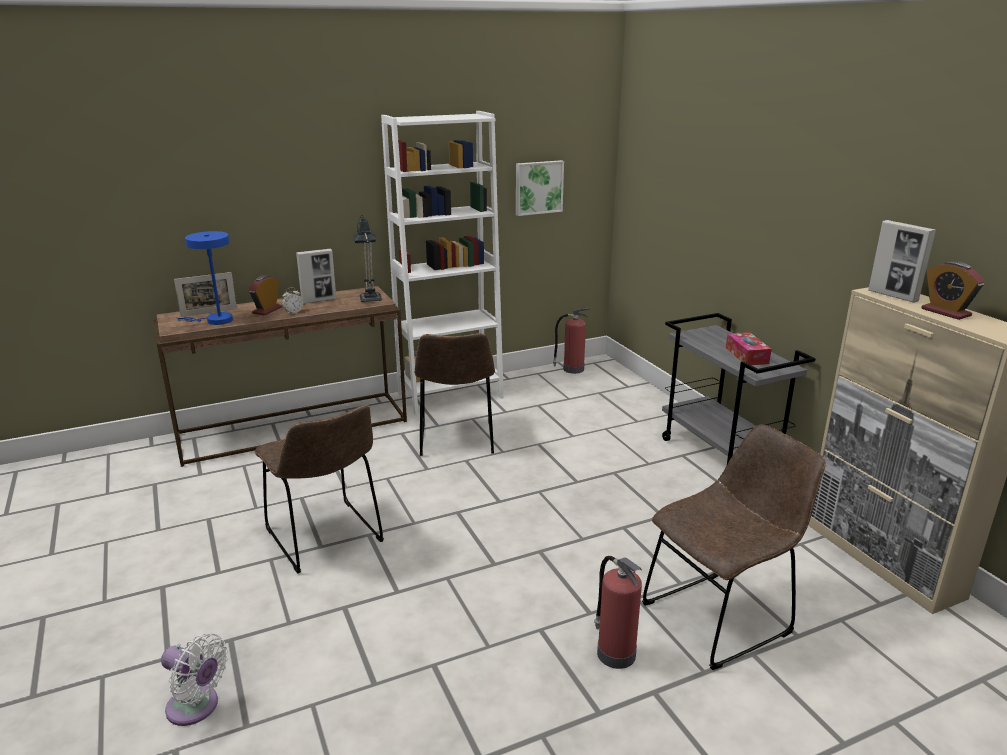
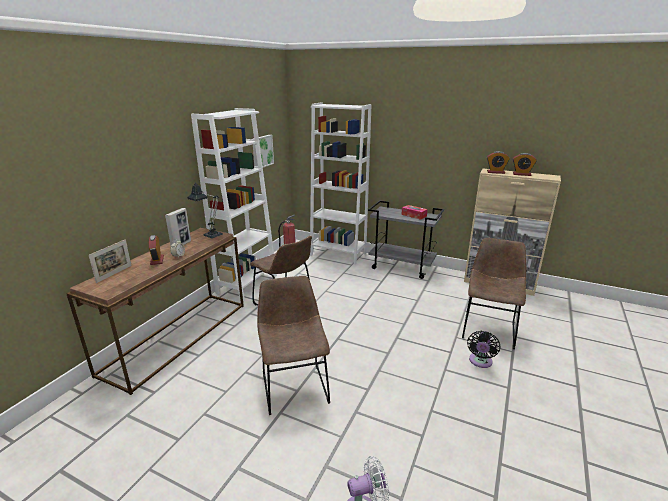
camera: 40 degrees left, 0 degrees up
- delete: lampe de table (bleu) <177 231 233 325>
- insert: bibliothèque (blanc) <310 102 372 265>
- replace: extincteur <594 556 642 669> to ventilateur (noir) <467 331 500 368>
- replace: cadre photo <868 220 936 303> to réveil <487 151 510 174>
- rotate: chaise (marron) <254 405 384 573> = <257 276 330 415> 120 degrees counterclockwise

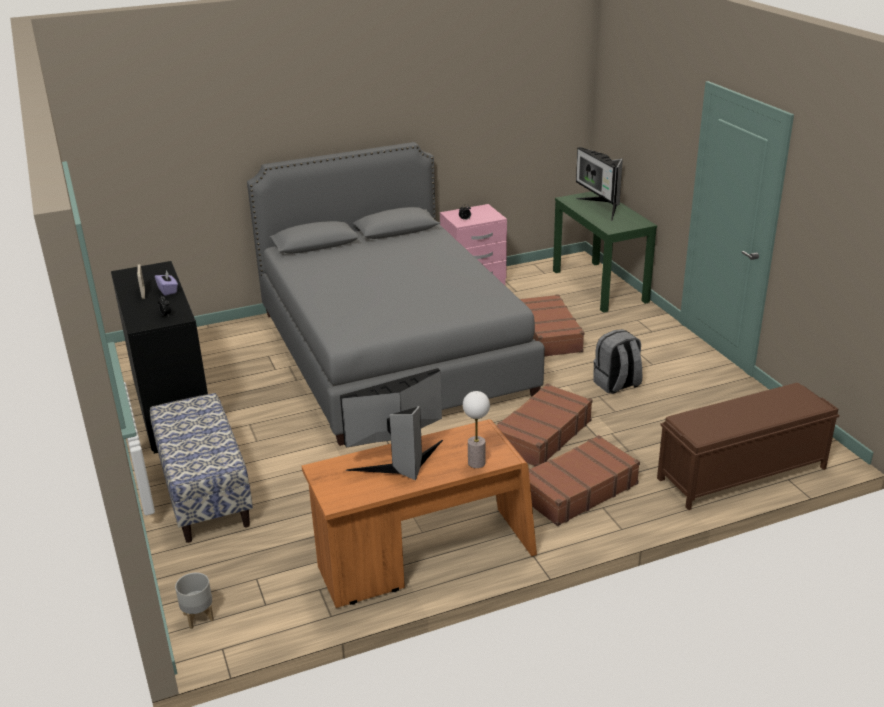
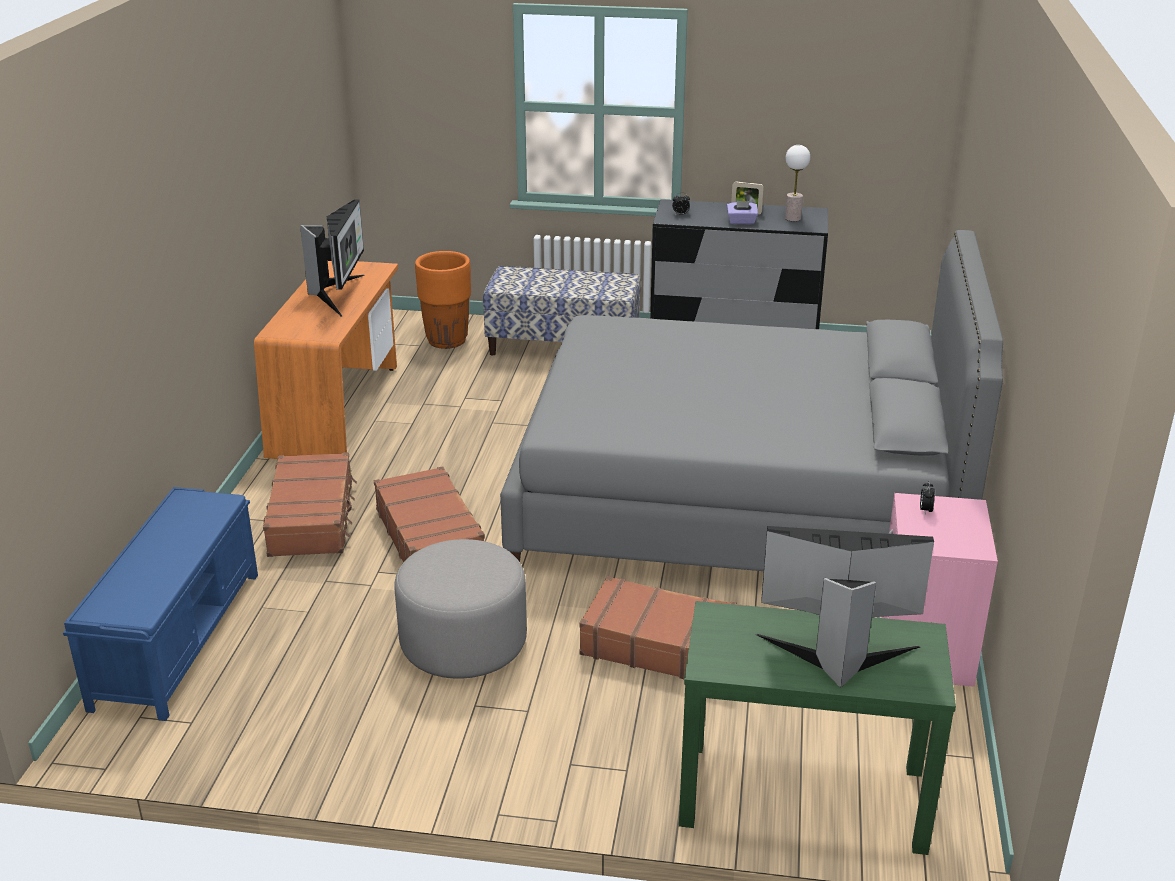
camera: 120 degrees right, 0 degrees up
- delete: cache-pot (gris) <175 572 214 629>
- insert: cache-pot (orange) <415 251 471 349>
- move: lampe de table <463 391 490 468> to <785 145 810 221>
- replace: sac à dos (gris) <593 329 642 394> to pouf (gris) <394 539 527 679>
- recolor: banc (marron) <657 383 839 510> to banc (bleu) <63 487 258 721>

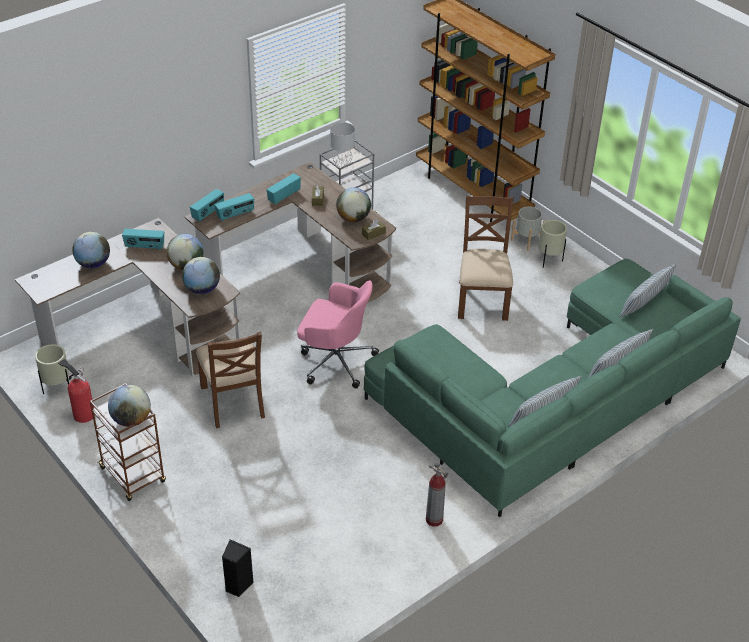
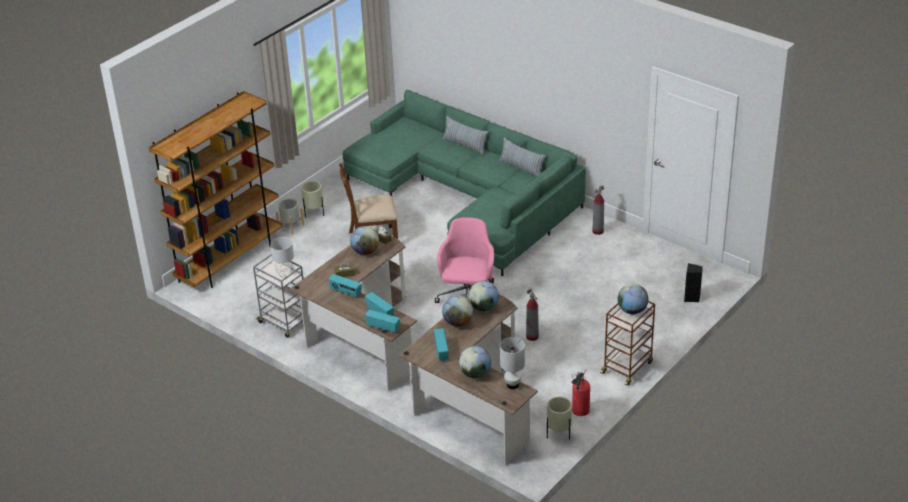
camera: 100 degrees left, 5 degrees down
- delete: coussin <620 264 676 317>
- insert: lampe de table (blanc) <500 337 525 389>
- replace: chaise (marron) <196 332 265 428> to extincteur <526 288 539 341>

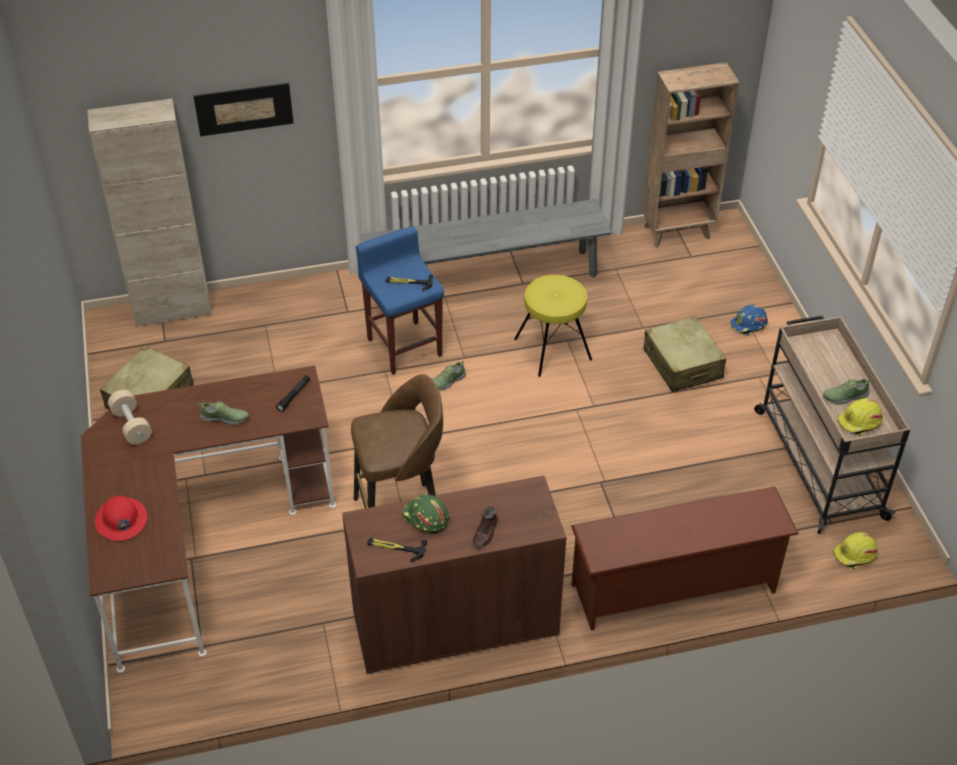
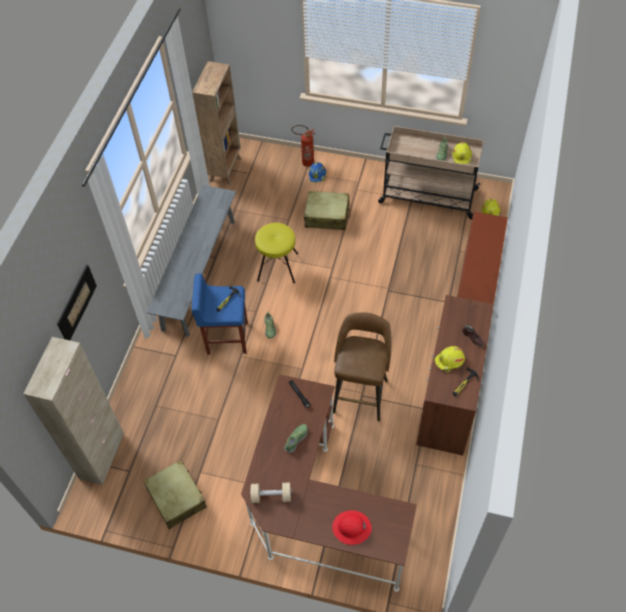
camera: 60 degrees left, 10 degrees up
- insert: extincteur <291 125 315 167>
- recolor: casque de chantier (vert) <402 494 449 533> to casque de chantier (jaune) <435 346 465 372>

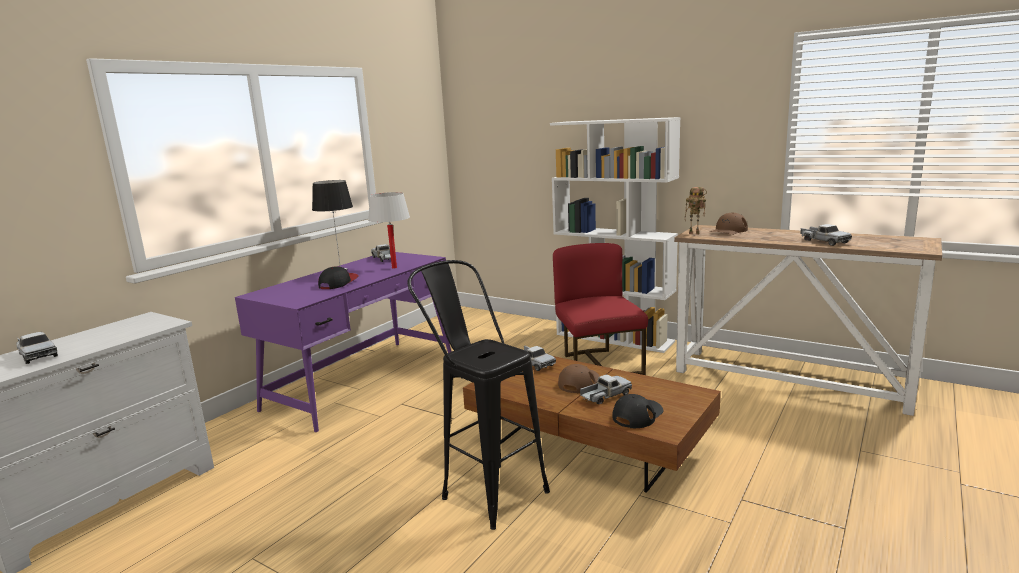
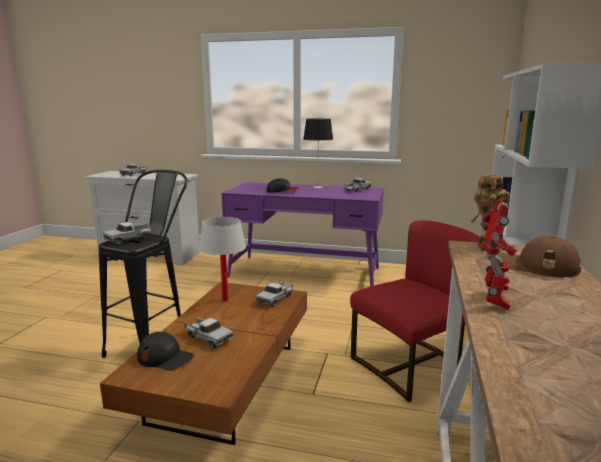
camera: 70 degrees right, 0 degrees up
- delete: casquette (marron) <558 364 600 393>
- insert: robot jouet <480 200 517 310>
- move: lampe de table (blanc) <368 192 410 269> to <199 217 246 301>
- move: camion jouet <800 224 852 246> to <103 222 154 245>

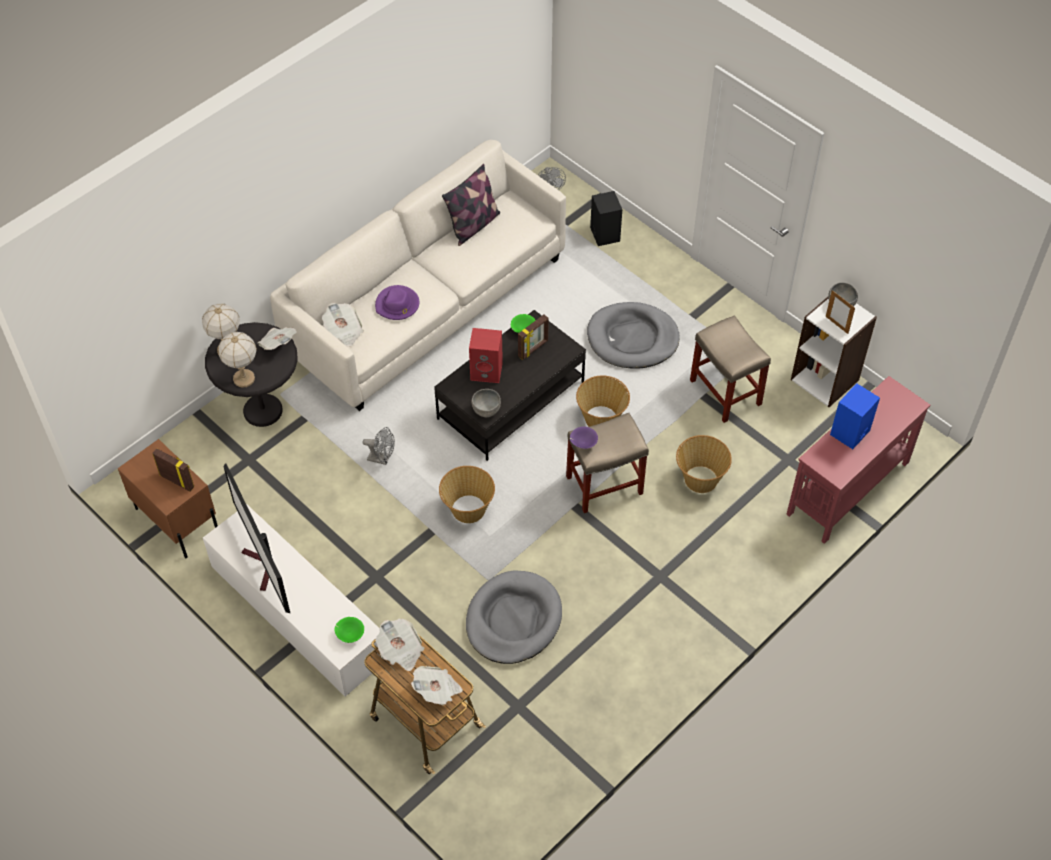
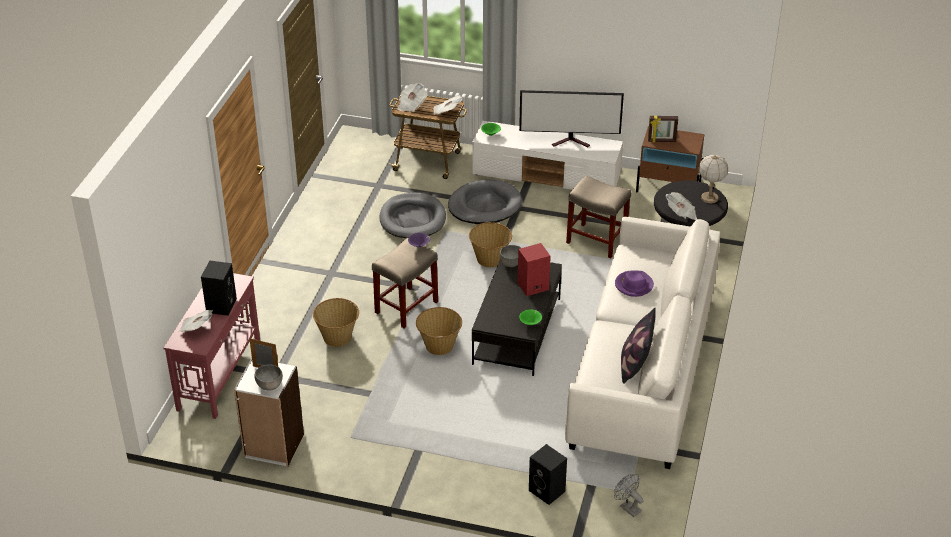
camera: 150 degrees right, 15 degrees down
- delete: lampe de table <219 332 257 388>
- delete: ventilateur (gris) <362 427 395 465>
- delete: cadre photo <518 315 549 360>
- move: journal <322 303 364 347> to <179 310 213 332>
- move: panier pour chien (gris) <587 302 680 369> to <448 180 522 224>
- move: tabouret (beige) <690 316 771 423> to <566 176 631 258>
- recolor: enceinte (bleu) <830 383 880 449> to enceinte (noir) <201 260 237 316>
- rotate: téléviseur <223 463 290 613> = <519 90 624 147> 150 degrees clockwise

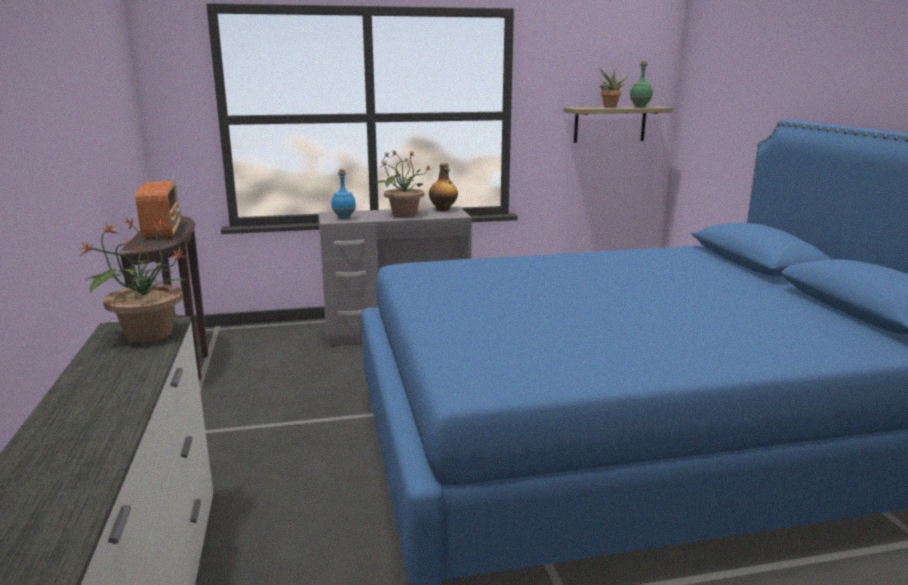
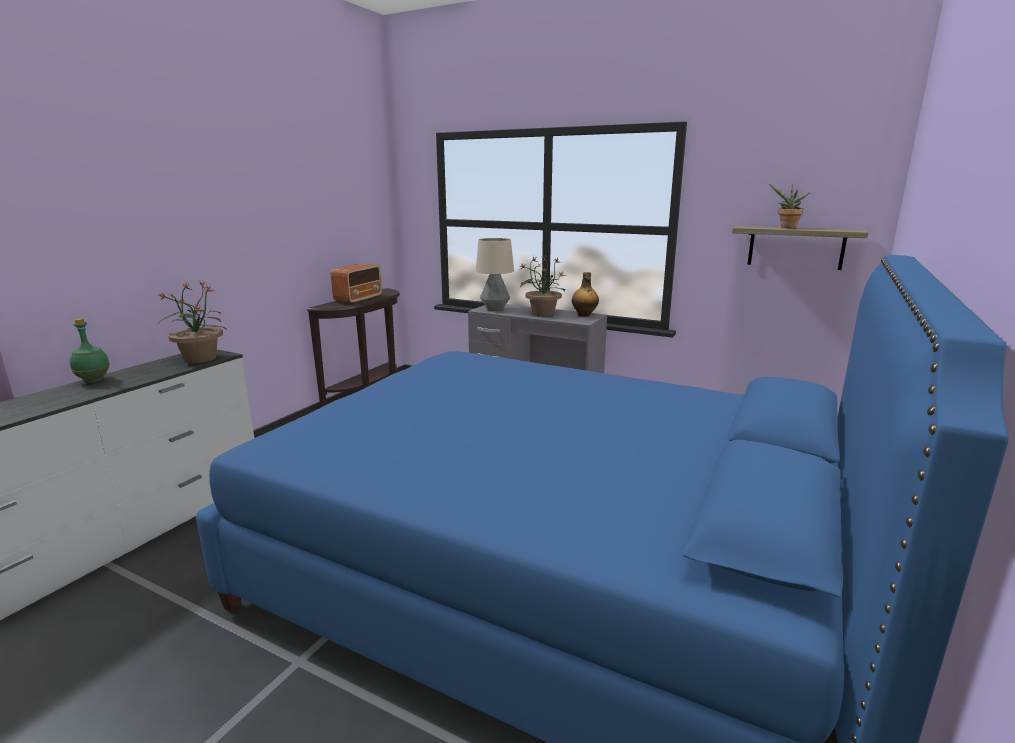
camera: 40 degrees right, 0 degrees up
- move: bouteille (vert) <630 61 653 108> to <70 319 110 383>
- replace: bouteille (bleu) <331 169 356 219> to lampe de table <476 238 514 311>

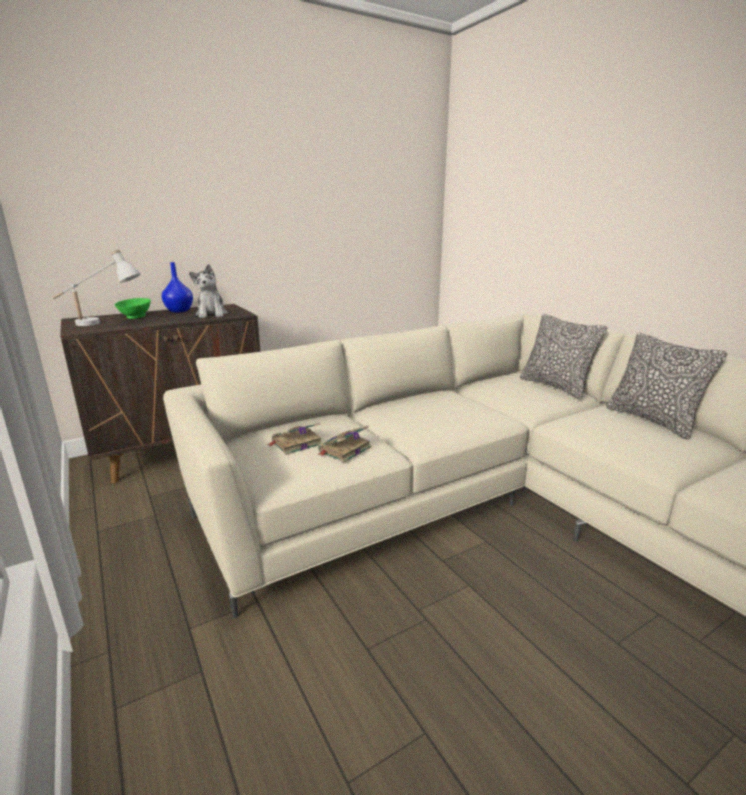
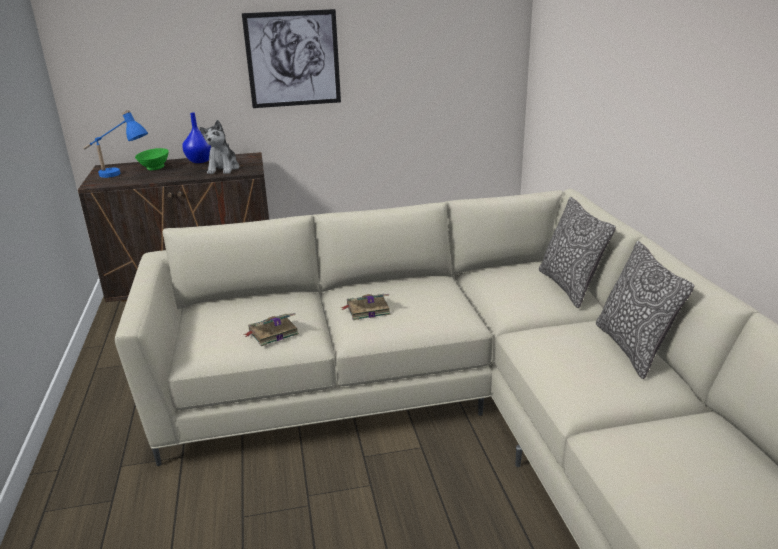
camera: 20 degrees right, 5 degrees up
- insert: tableau <242 9 341 108>
- move: livre <267 423 322 455> to <341 294 391 320>
- recolor: lampe de table (blanc) <52 250 141 326> to lampe de table (bleu) <83 110 148 178>

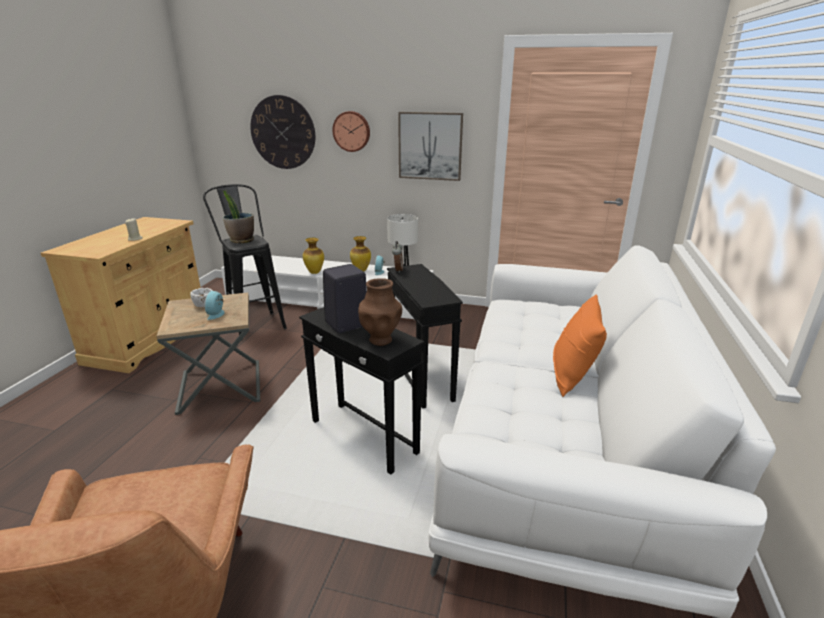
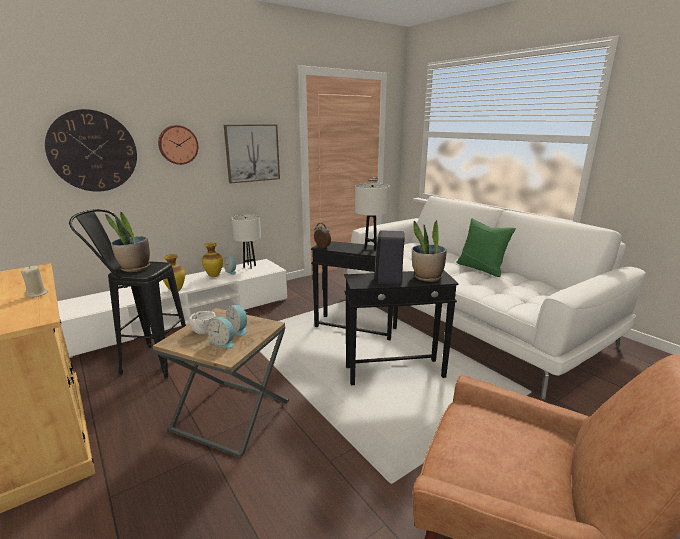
camera: 50 degrees left, 5 degrees down
- insert: réveil <207 317 234 349>
- insert: lampe de table (blanc) <355 183 390 250>
- replace: vase (marron) <358 278 402 346> to plante en pot <412 220 447 282>
- recolor: coussin (orange) <553 294 607 397> to coussin (vert) <456 219 516 277>

